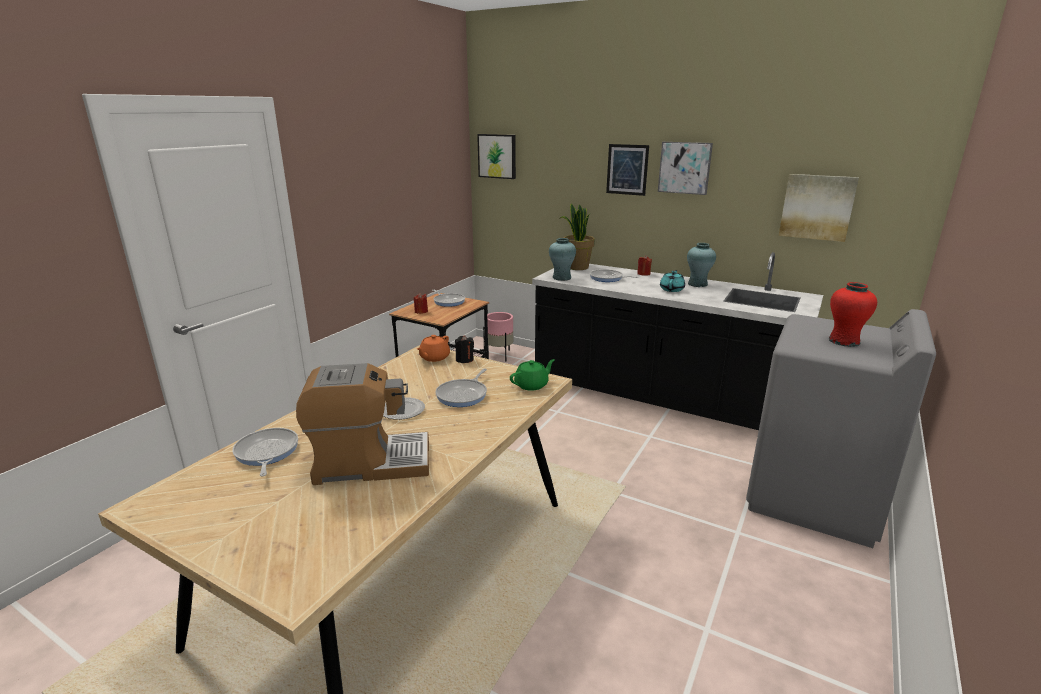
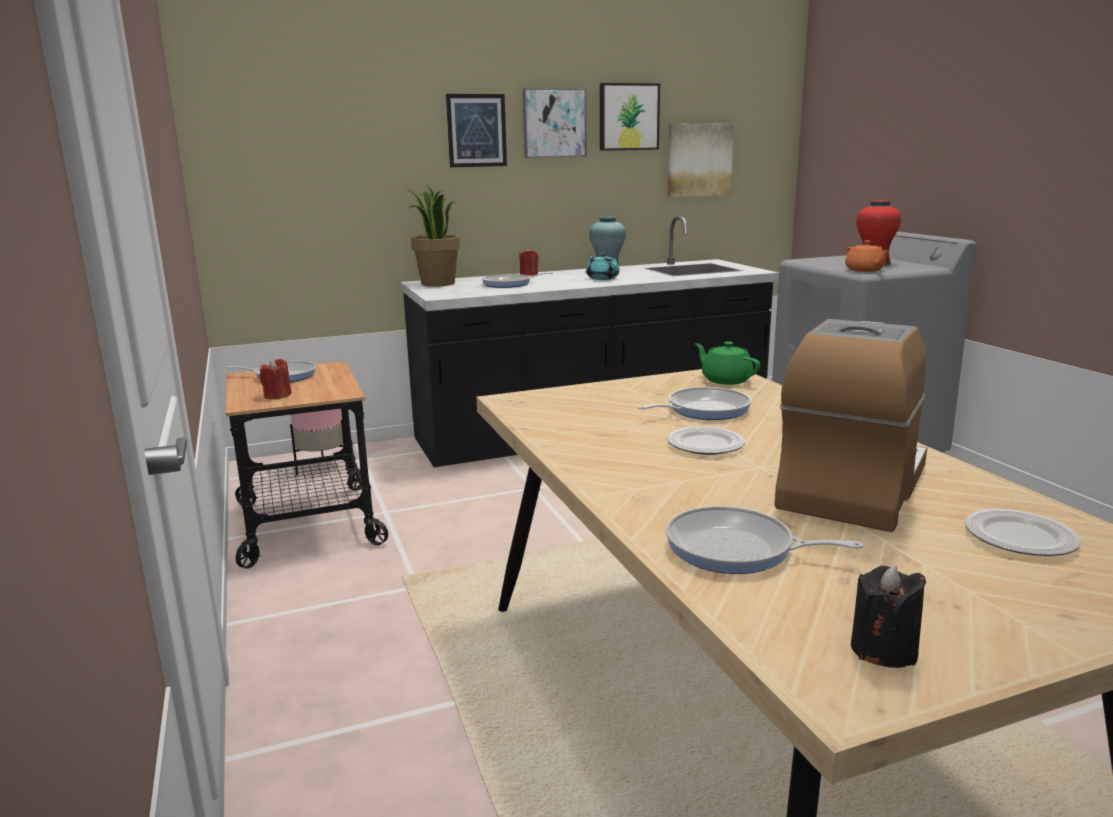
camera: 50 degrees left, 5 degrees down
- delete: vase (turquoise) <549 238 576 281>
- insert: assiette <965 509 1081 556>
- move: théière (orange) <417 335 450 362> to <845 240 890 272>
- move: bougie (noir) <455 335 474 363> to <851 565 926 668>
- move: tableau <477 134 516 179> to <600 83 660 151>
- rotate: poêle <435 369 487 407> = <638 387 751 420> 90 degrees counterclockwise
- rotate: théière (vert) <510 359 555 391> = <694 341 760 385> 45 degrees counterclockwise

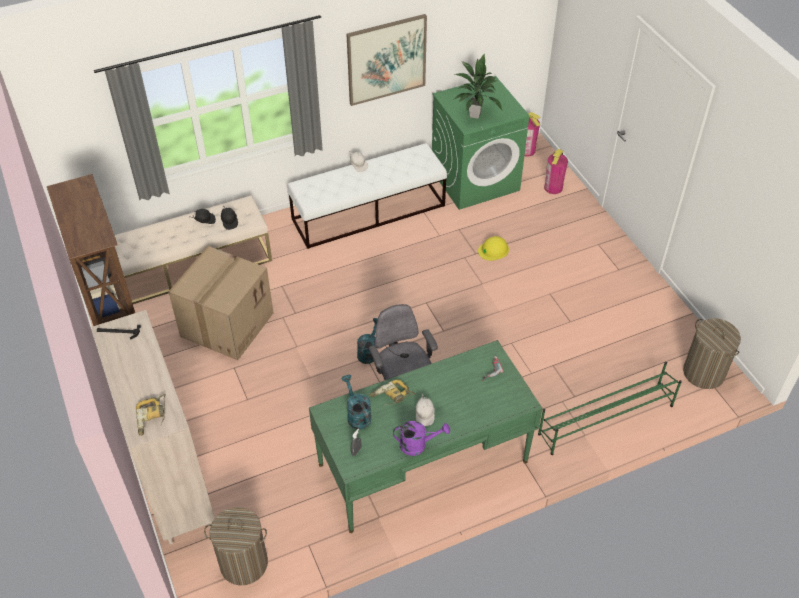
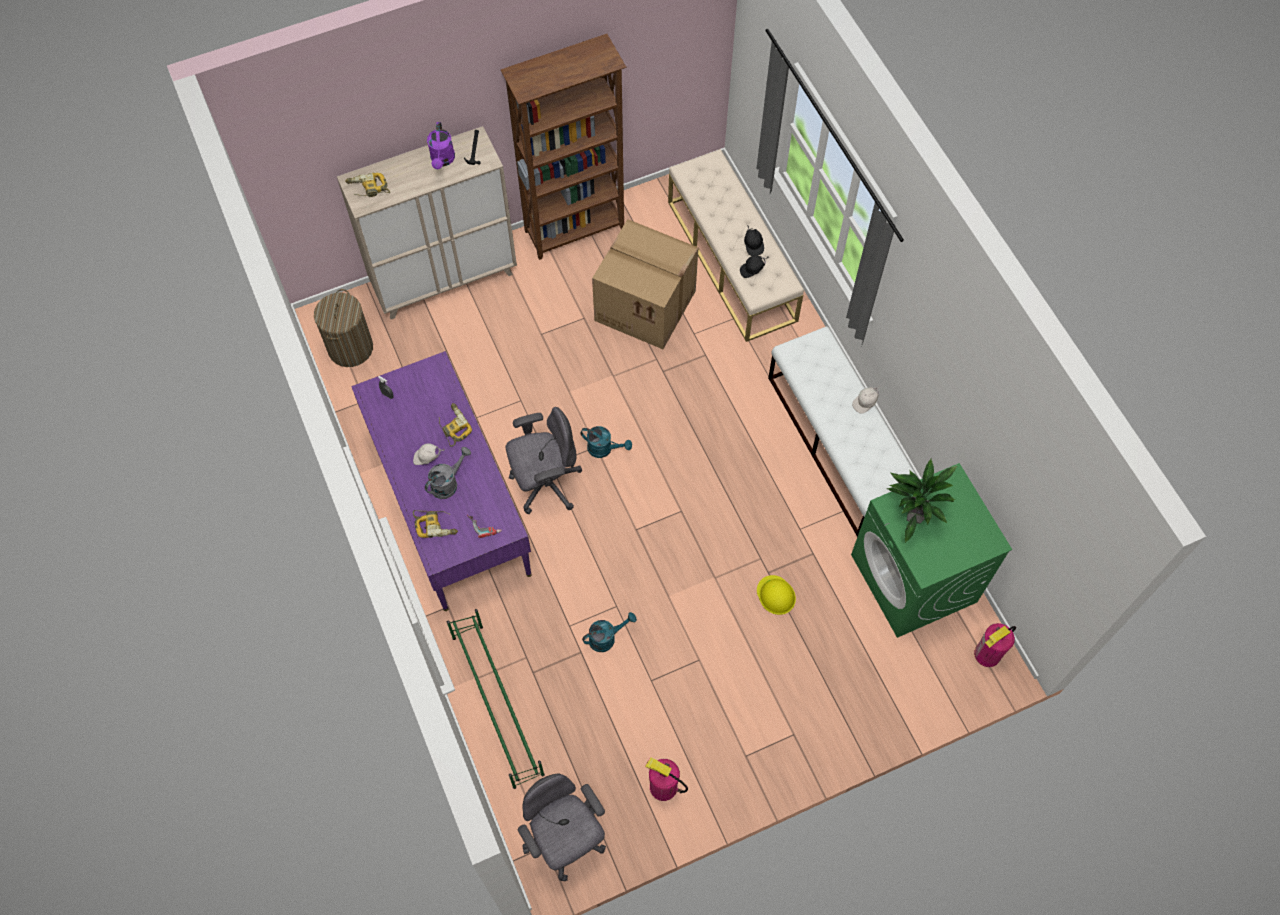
camera: 90 degrees right, 15 degrees up
- delete: tableau <346 14 427 106>
- insert: perceuse <413 510 458 538>
- insert: arrosoir (gris) <425 447 471 499>
- move: arrosoir (turquoise) <342 375 371 429> to <582 612 637 652>
- move: arrosoir (violet) <393 421 450 456> to <427 122 455 169>
- move: extincteur <544 149 568 194> to <645 757 688 801>
- replace: panier à linge <683 318 741 389> to chaise de bureau (gris) <518 774 606 881>
- recolor: bureau (vert) <309 340 543 533> to bureau (violet) <351 351 531 611>

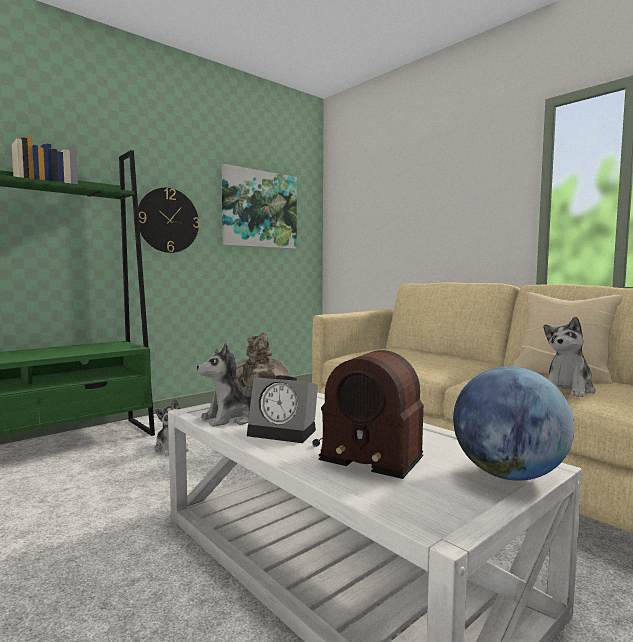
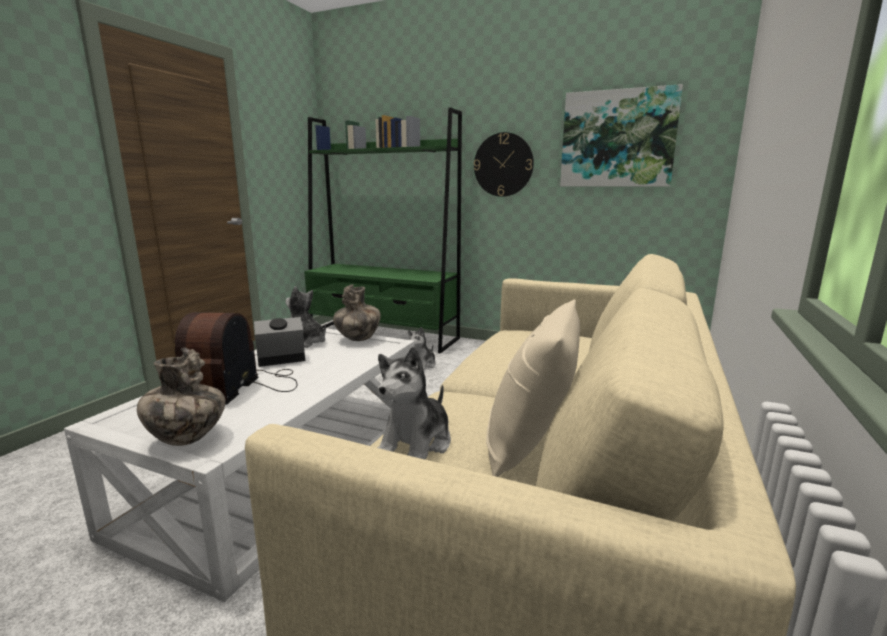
camera: 65 degrees right, 10 degrees up
- replace: globe <453 366 574 481> to vase <137 347 226 446>
- rotate: réveil <247 375 318 443> = <254 317 305 367> 75 degrees clockwise
- rotate: peluche <544 317 596 397> = <377 346 451 459> 75 degrees counterclockwise

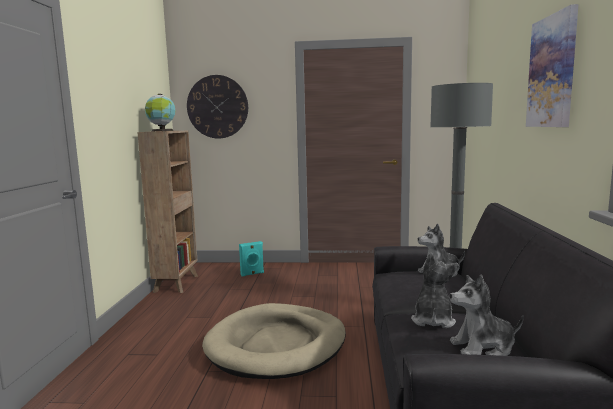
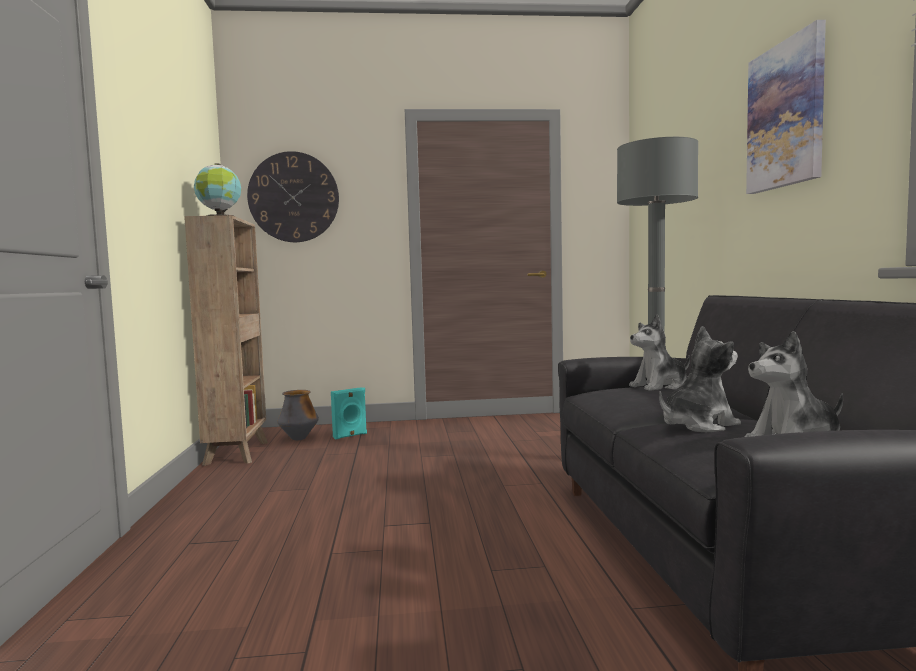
camera: 10 degrees left, 5 degrees down
- delete: panier pour chien (beige) <202 303 346 379>
- insert: vase <277 390 319 440>
- rotate: peluche <411 253 458 328> = <659 326 741 432> 60 degrees clockwise

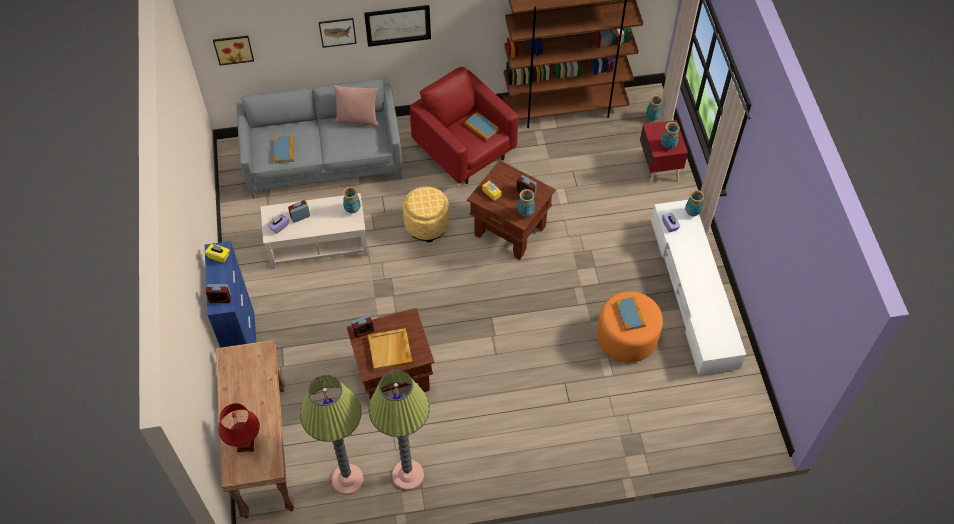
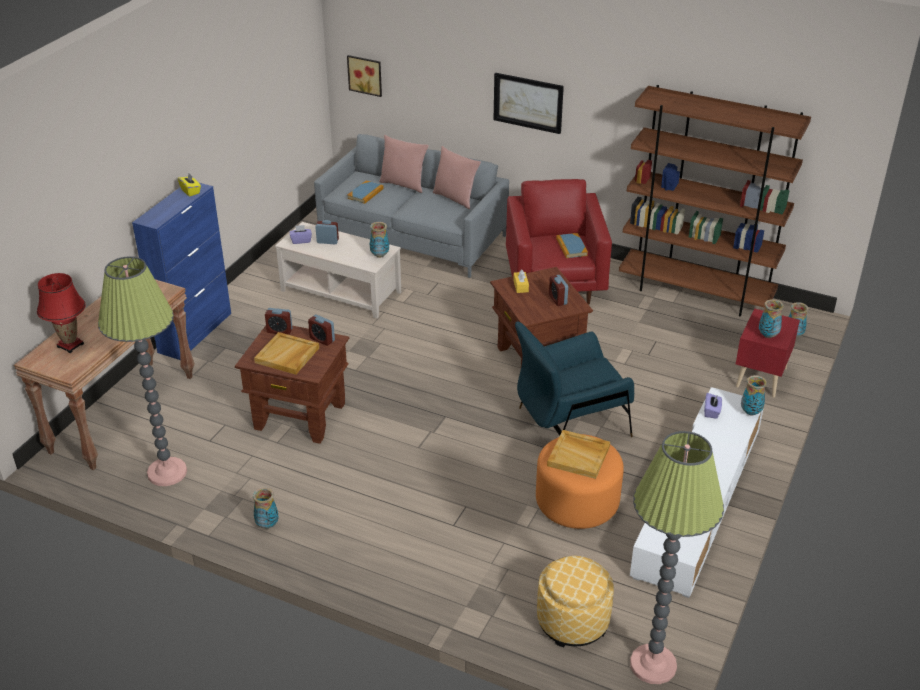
camera: 35 degrees right, 20 degrees down
- delete: tableau <319 18 357 48>
- insert: coussin (rose) <379 135 429 193>
- insert: fauteuil (bleu) <515 321 634 437>
- move: réveil <206 284 231 303> to <308 315 335 346>
- move: lampadaire <369 370 430 491> to <630 431 724 684>
- move: pouf <403 187 449 242> to <537 556 614 647>
- move: vase <518 189 535 217> to <253 488 279 529>
- replace: livre <615 297 646 331> to plateau (beige) <547 430 610 479>

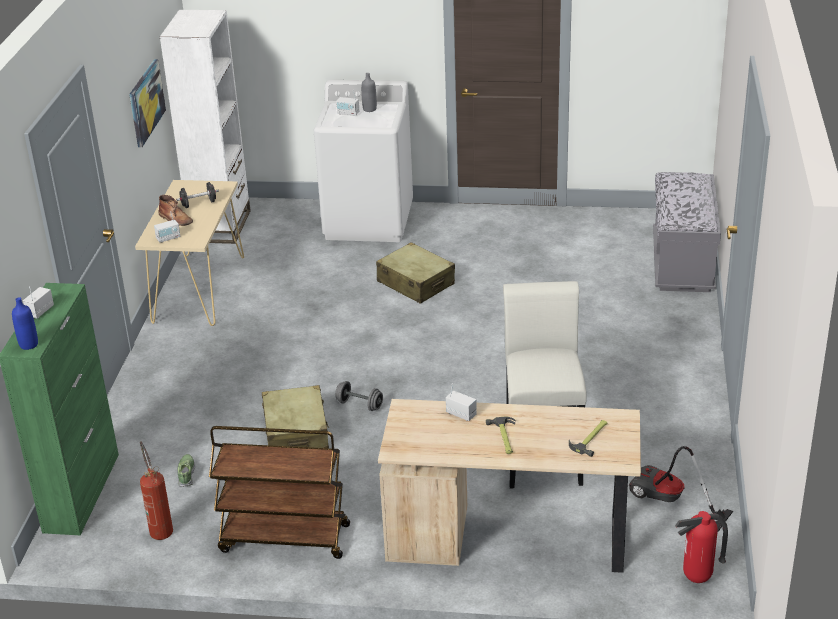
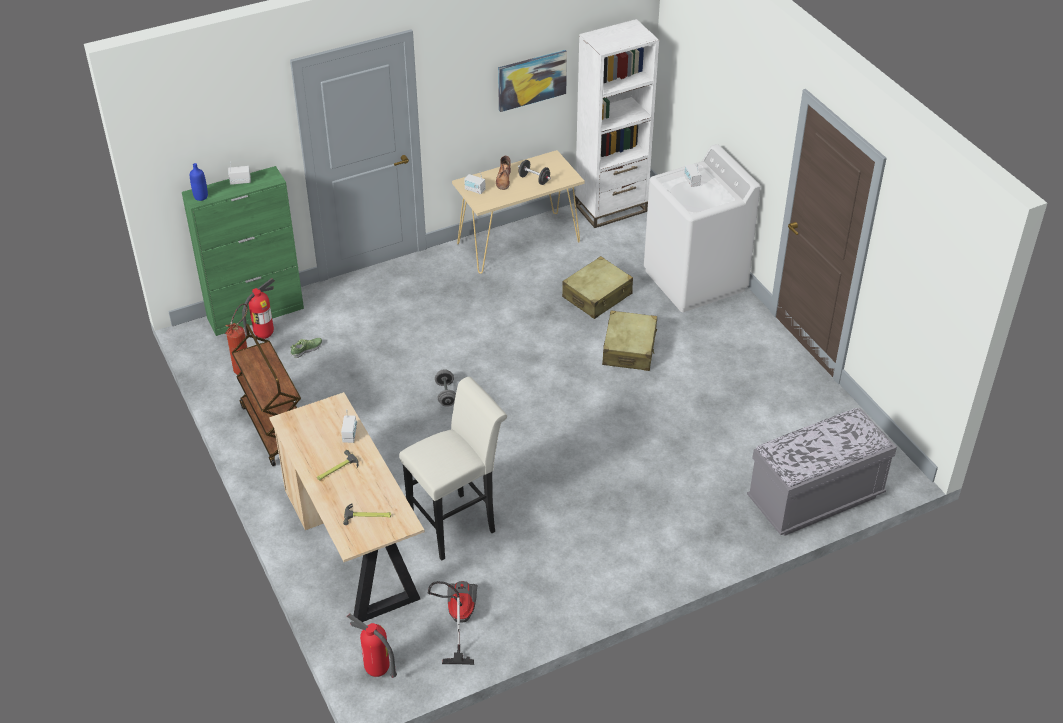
camera: 55 degrees right, 10 degrees up
- delete: bouteille (gris) <361 73 377 112>
- insert: extincteur <242 278 275 339>
- move: valise (beige) <262 385 329 448> to <562 256 633 319>

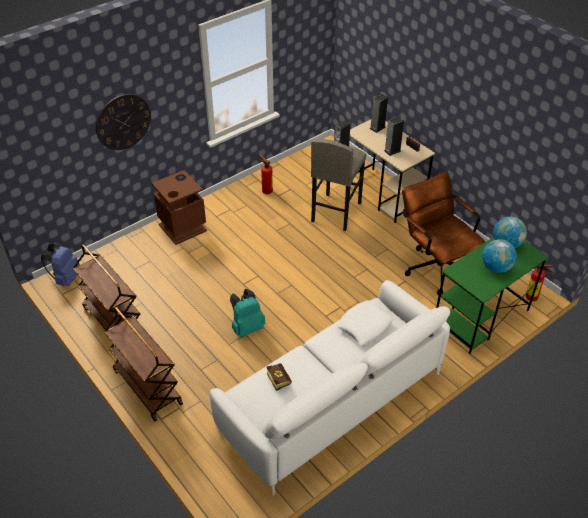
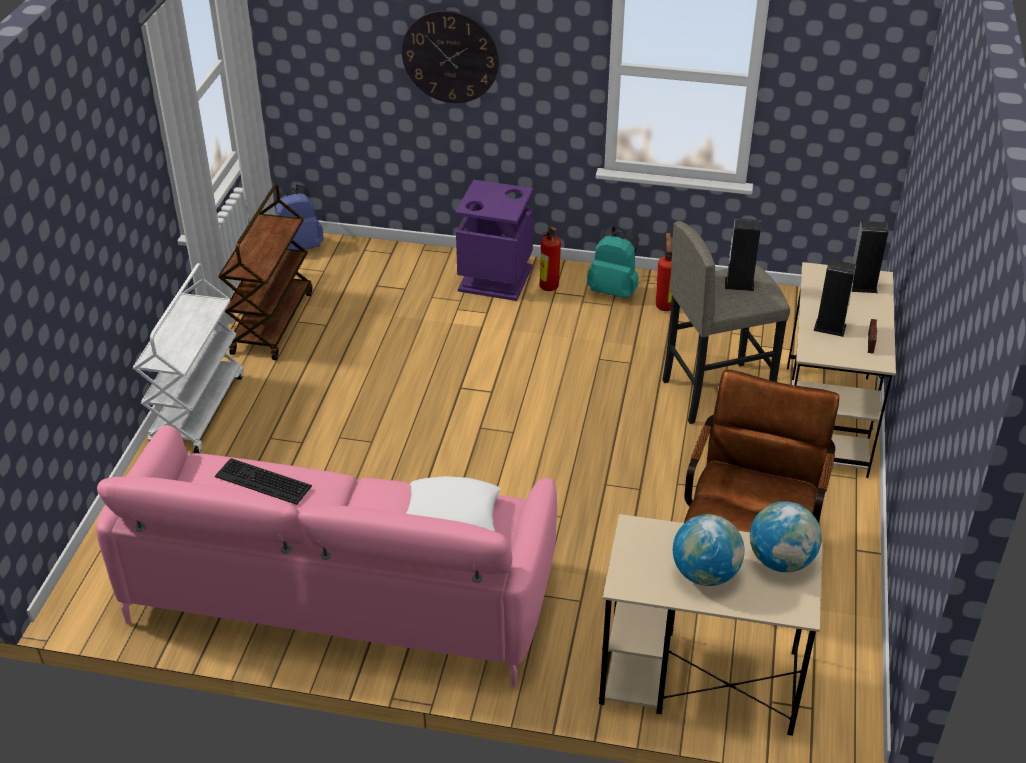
camera: 50 degrees right, 5 degrees down
- move: sac à dos (turquoise) <230 289 265 337> to <587 226 639 299>
- move: extincteur <526 264 553 301> to <539 227 562 291>
- replace: livre <267 364 292 391> to clavier <215 458 312 505>
- recolor: chariot (marron) <104 307 183 421> to chariot (blanc) <133 263 243 453>
- recolor: poubelle (marron) <152 170 207 245> to poubelle (violet) <455 179 533 301>
- recolor: canapé (blanc) <210 280 450 495> to canapé (rose) <96 425 557 687>
- recolor: bureau (vert) <436 237 549 354> to bureau (beige) <599 514 823 736>

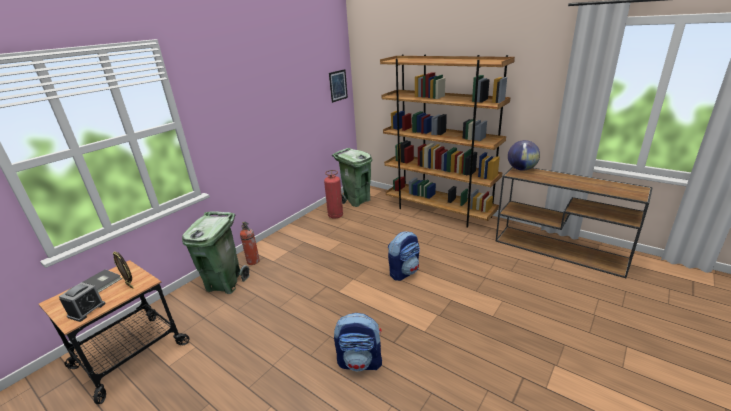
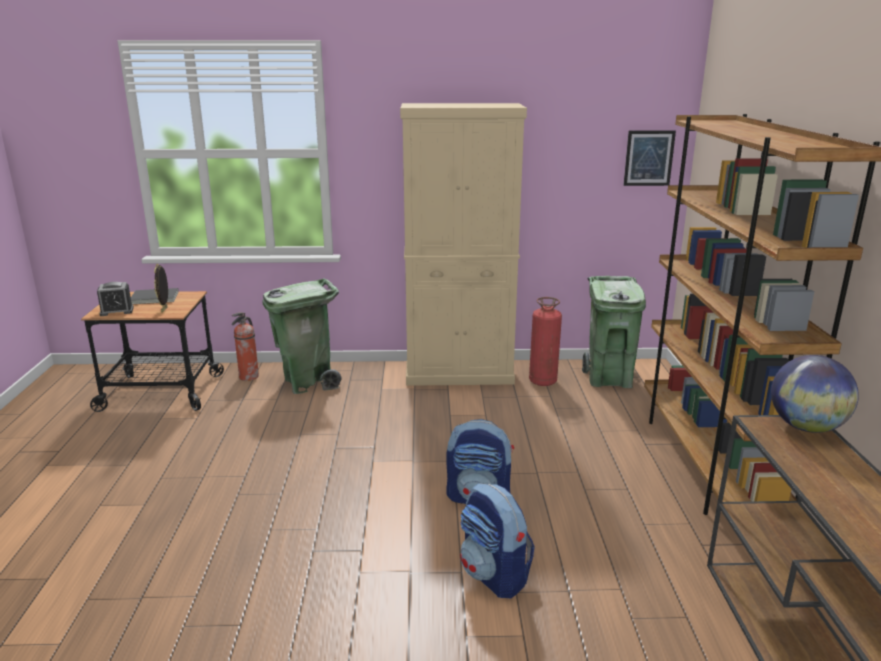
camera: 50 degrees right, 5 degrees down
- insert: meuble de rangement (beige) <400 103 527 386>
- move: extincteur <240 222 260 265> to <232 313 259 381>
- move: sac à dos <334 313 382 371> to <460 483 535 598>

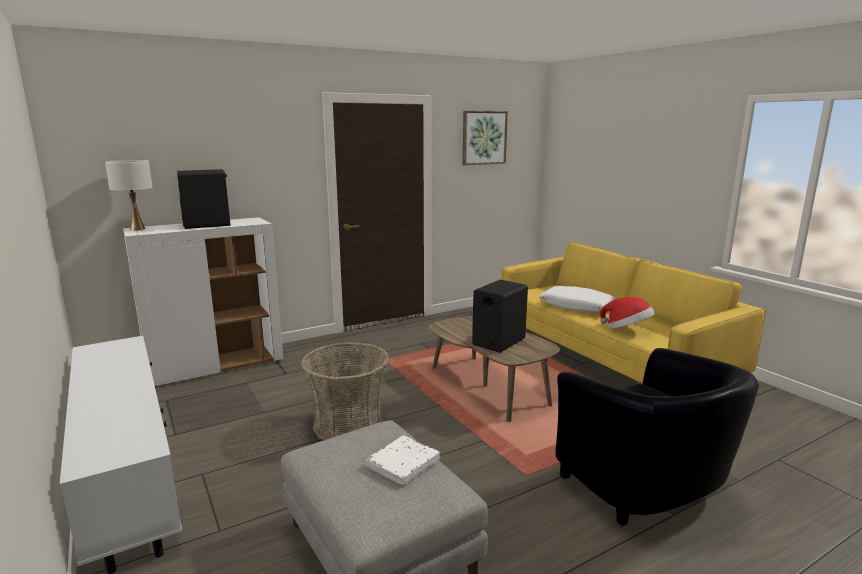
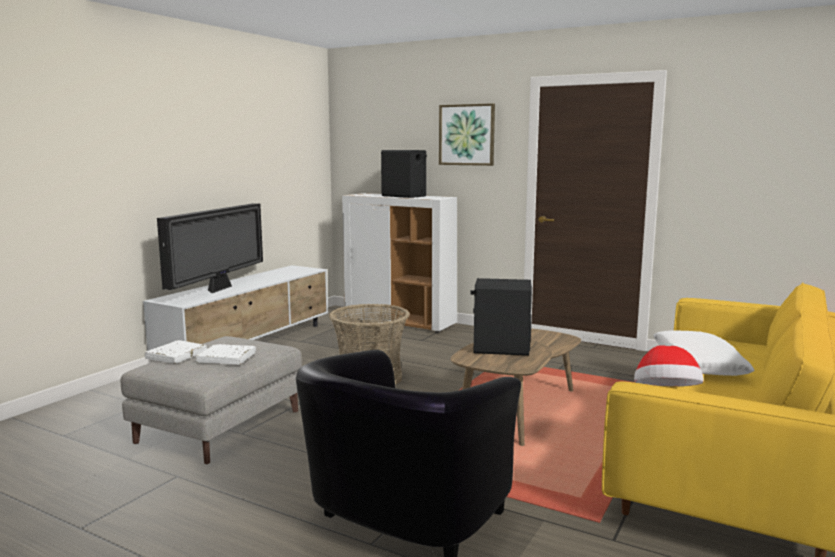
camera: 60 degrees right, 5 degrees down
- delete: lampe de table (blanc) <105 160 152 231>
- insert: livre (blanc) <145 340 207 364>
- insert: téléviseur <157 203 263 293>
- move: tableau <463 111 508 165> to <439 103 495 166>

